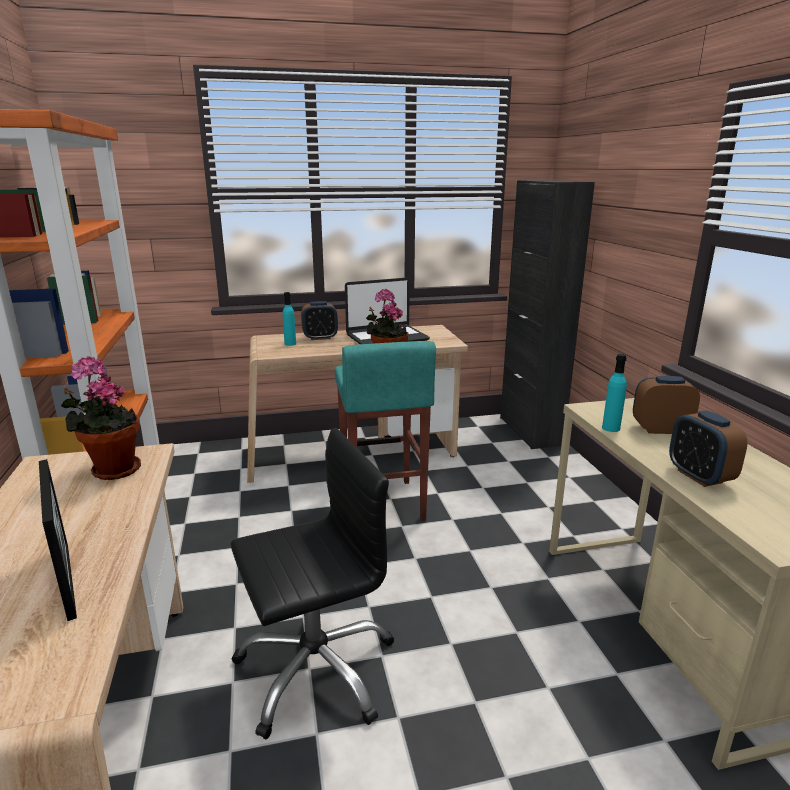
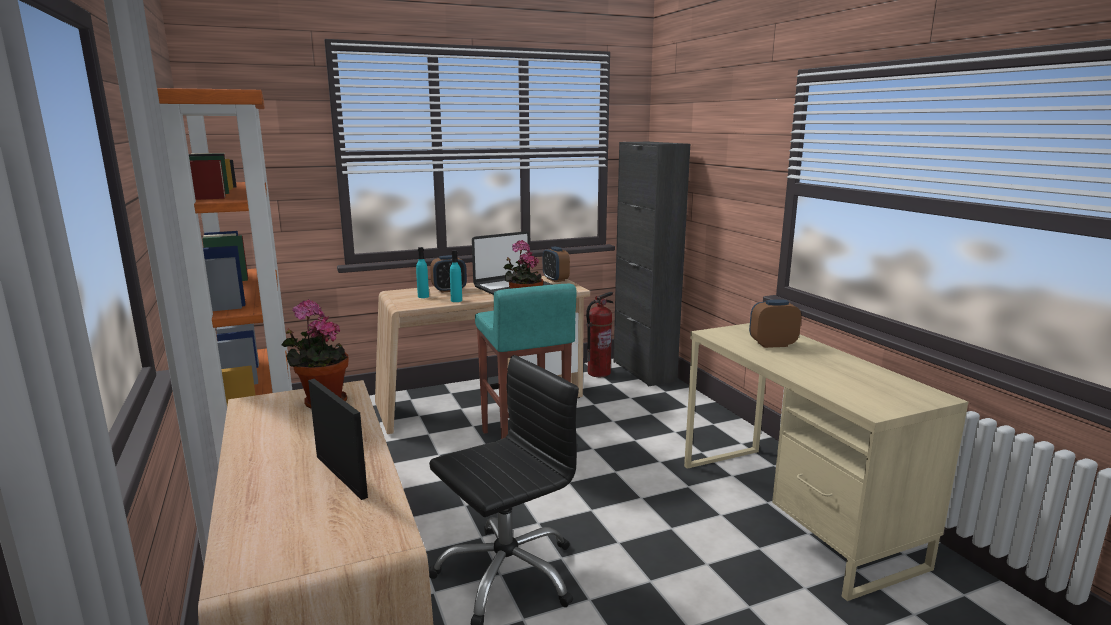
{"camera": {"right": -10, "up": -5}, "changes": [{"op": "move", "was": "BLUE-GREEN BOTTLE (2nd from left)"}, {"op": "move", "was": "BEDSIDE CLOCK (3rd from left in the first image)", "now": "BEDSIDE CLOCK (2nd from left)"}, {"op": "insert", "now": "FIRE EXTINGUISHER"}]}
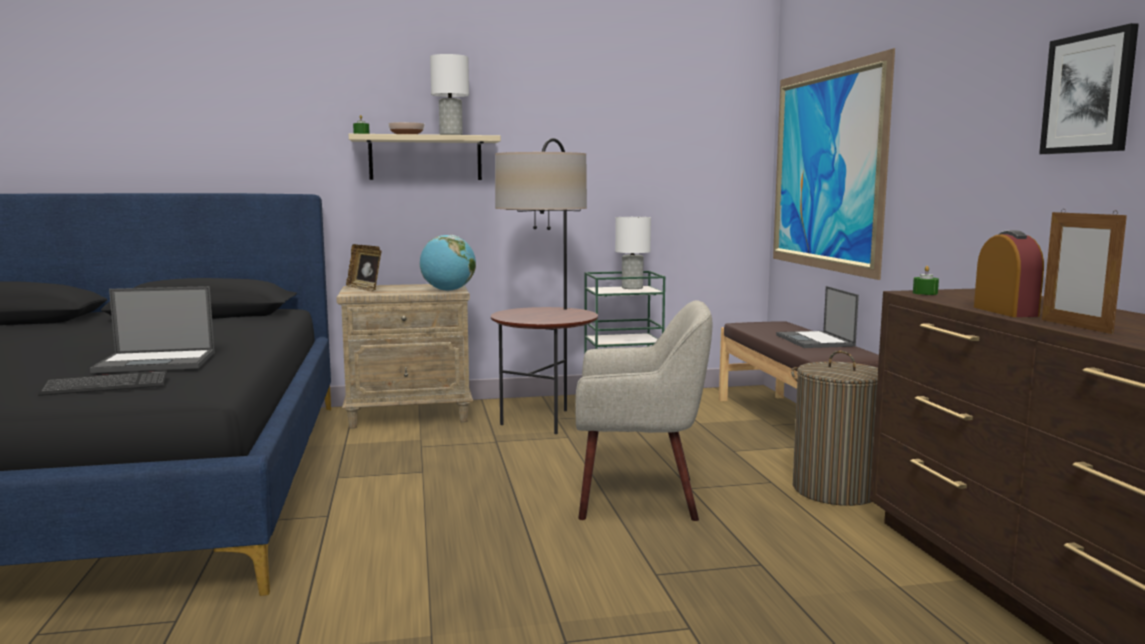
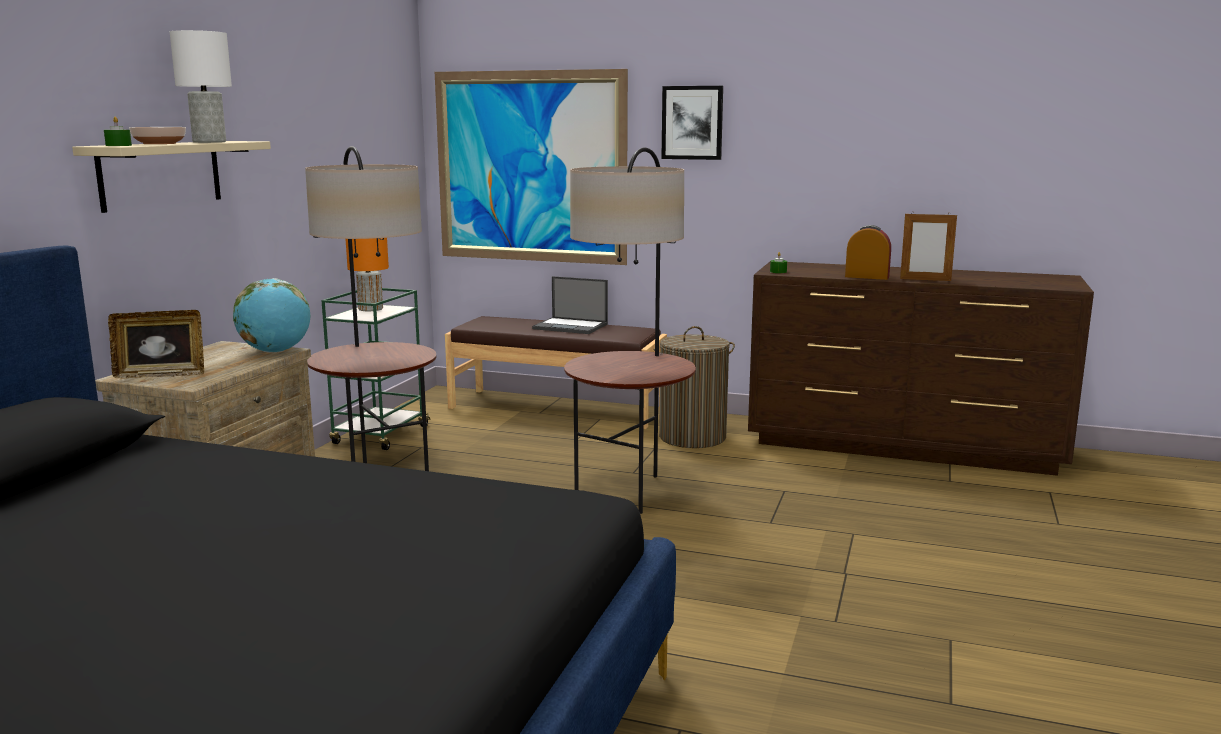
{"camera": {"right": -60, "up": 5}, "changes": [{"op": "delete", "was": "COMPUTER KEYBOARD"}, {"op": "delete", "was": "LAPTOP (1st from left)"}, {"op": "replace", "was": "SAND-COLOURED EASY CHAIR", "now": "STANDING LAMP (2nd from left)"}, {"op": "recolor", "was": "WHITISH TABLE LAMP (2nd from left)", "now": "ORANGE-COLOURED TABLE LAMP"}, {"op": "move", "was": "PICTURE (2nd from left)"}]}
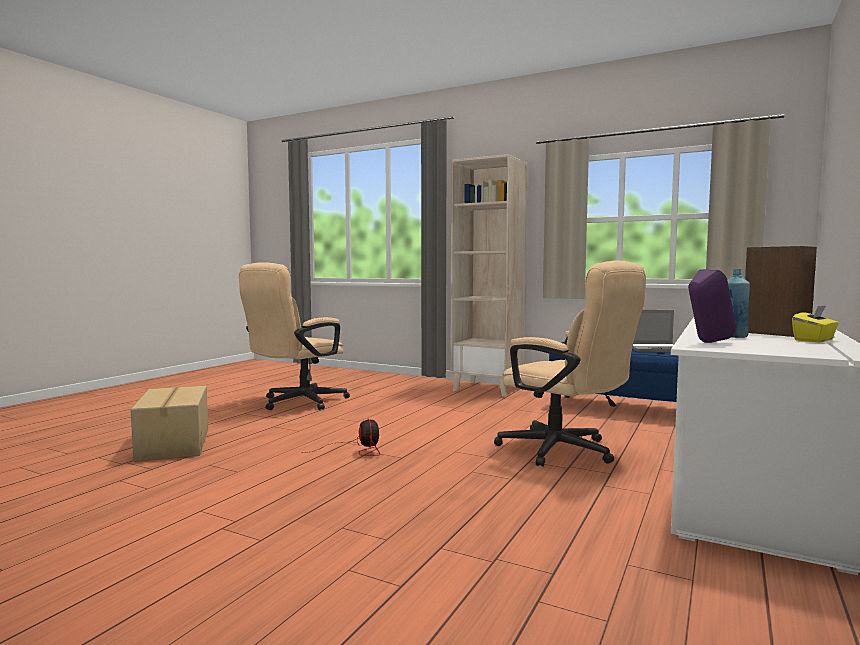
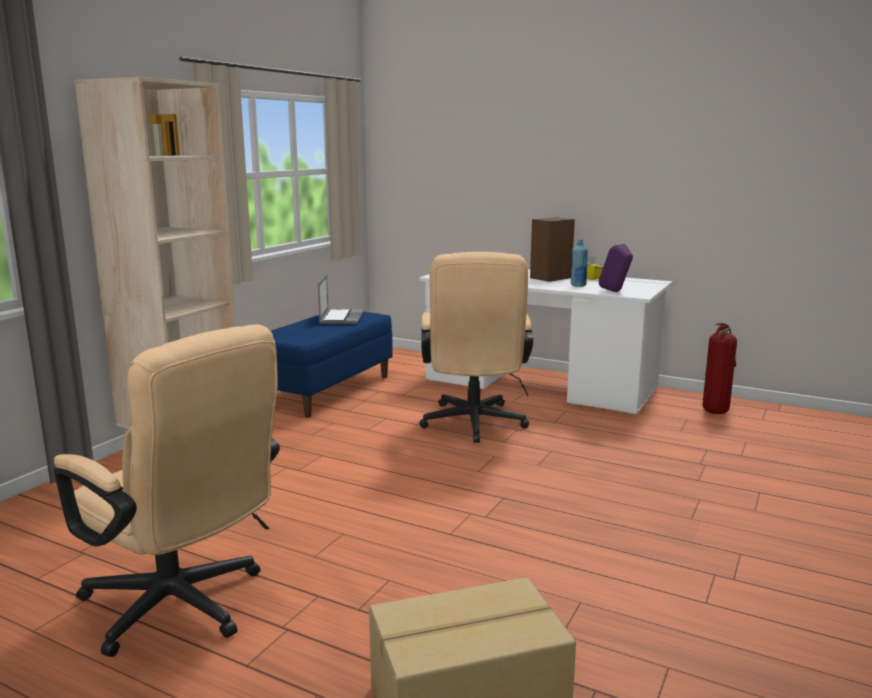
{"camera": {"right": -90, "up": 10}, "changes": [{"op": "delete", "was": "COOLING FAN"}, {"op": "rotate", "was": "SAND-COLOURED DESK CHAIR (2nd from left)", "clockwise": 135}, {"op": "insert", "now": "FIRE EXTINGUISHER"}]}
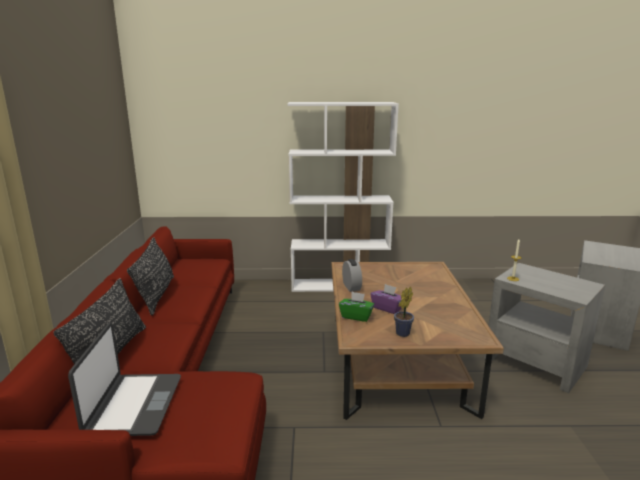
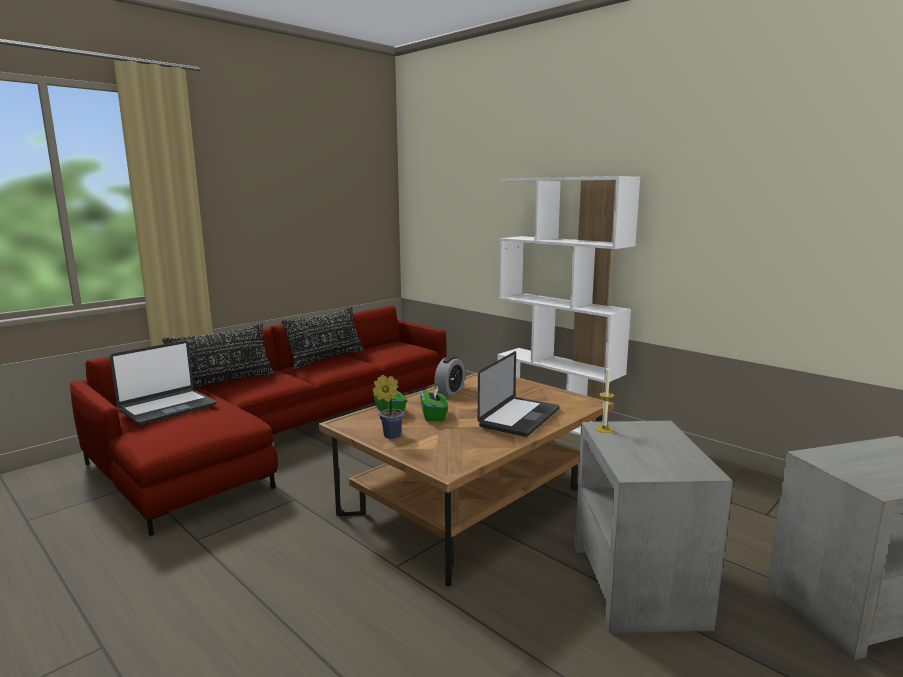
{"camera": {"right": 45, "up": -5}, "changes": [{"op": "recolor", "was": "PURPLE-COLOURED BOX OF TISSUES", "now": "GREEN BOX OF TISSUES (2nd from left)"}, {"op": "insert", "now": "LAPTOP (2nd from left)"}]}
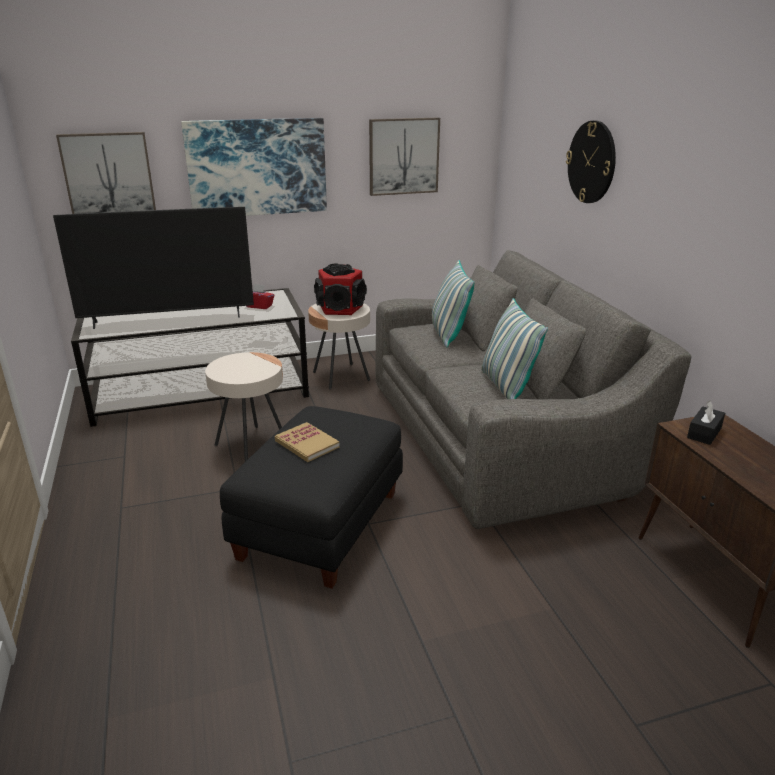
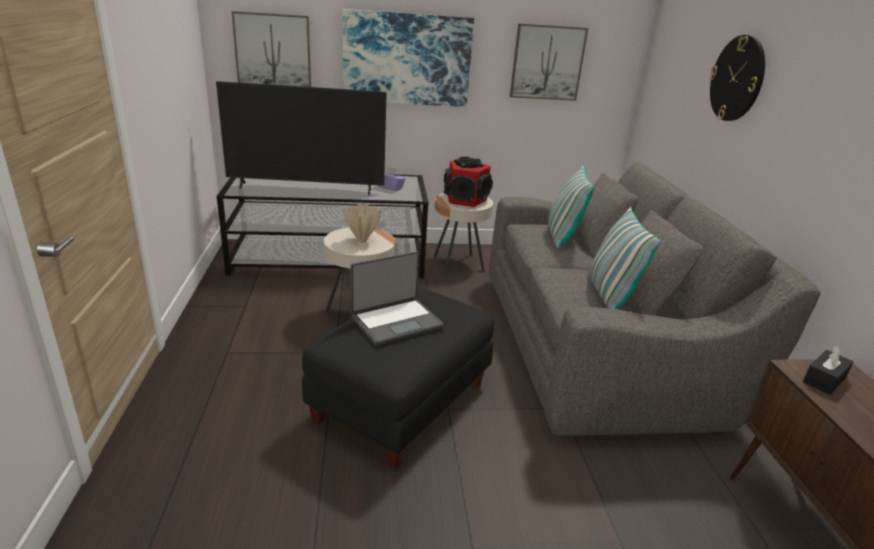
{"camera": {"right": 10, "up": 0}, "changes": [{"op": "recolor", "was": "REDDISH BOX OF TISSUES", "now": "PURPLE-COLOURED BOX OF TISSUES"}, {"op": "replace", "was": "BOUND BOOK", "now": "LAPTOP"}, {"op": "insert", "now": "SAND-COLOURED FLOWER VASE"}]}
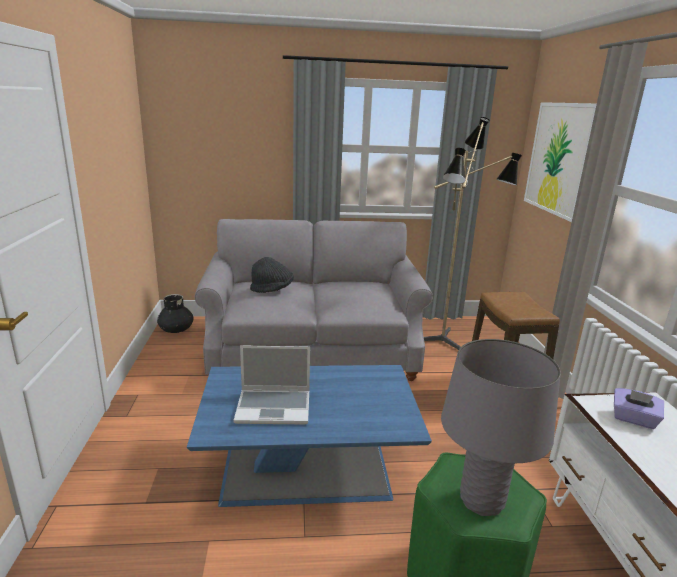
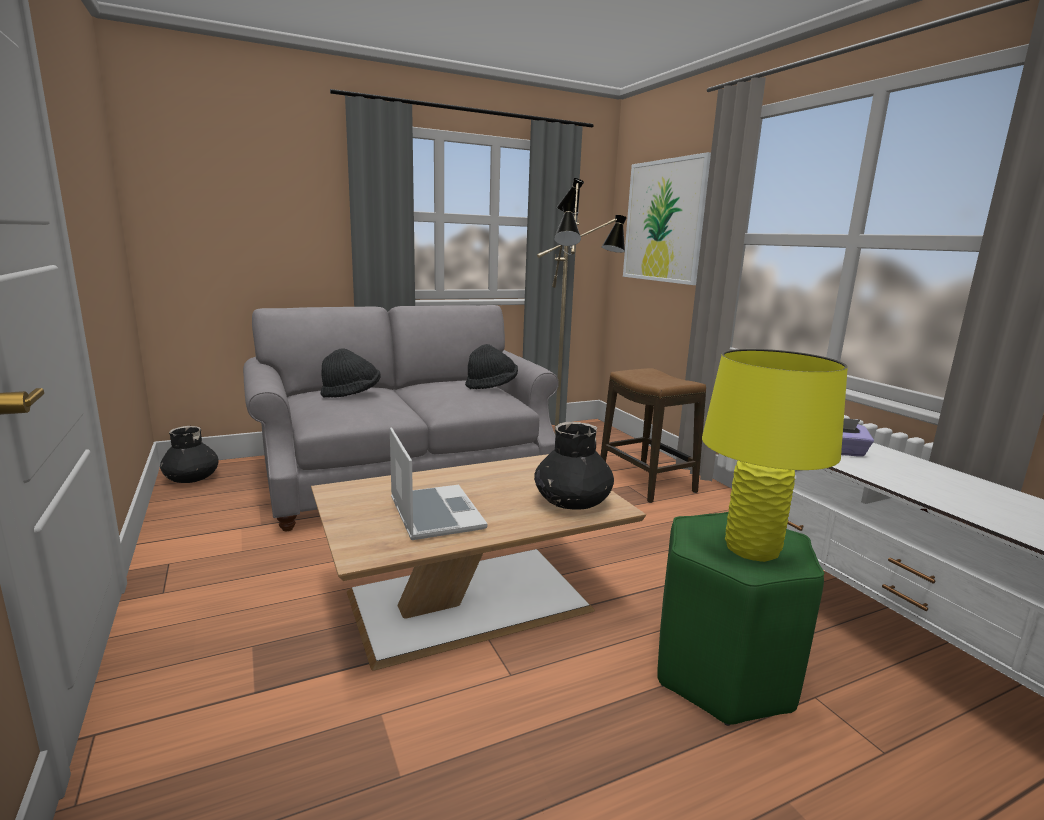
{"camera": {"right": -20, "up": -5}, "changes": [{"op": "recolor", "was": "BLUE-COLOURED LOW TABLE", "now": "BROWNISH LOW TABLE"}, {"op": "rotate", "was": "LAPTOP", "clockwise": -90}, {"op": "recolor", "was": "GREYISH TABLE LAMP", "now": "YELLOW TABLE LAMP"}, {"op": "insert", "now": "BLACKISH CLOTHING HAT (2nd from left)"}, {"op": "insert", "now": "BLACKISH FLOWER VASE (2nd from left)"}]}
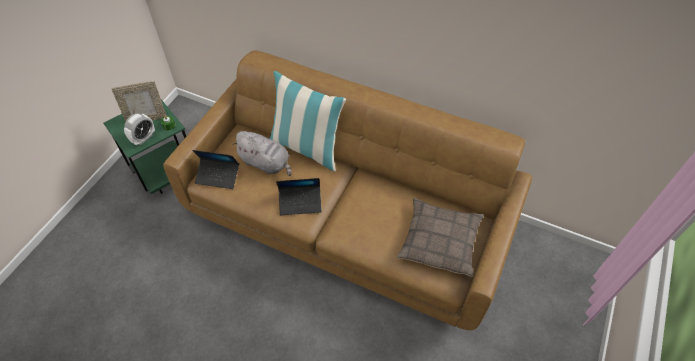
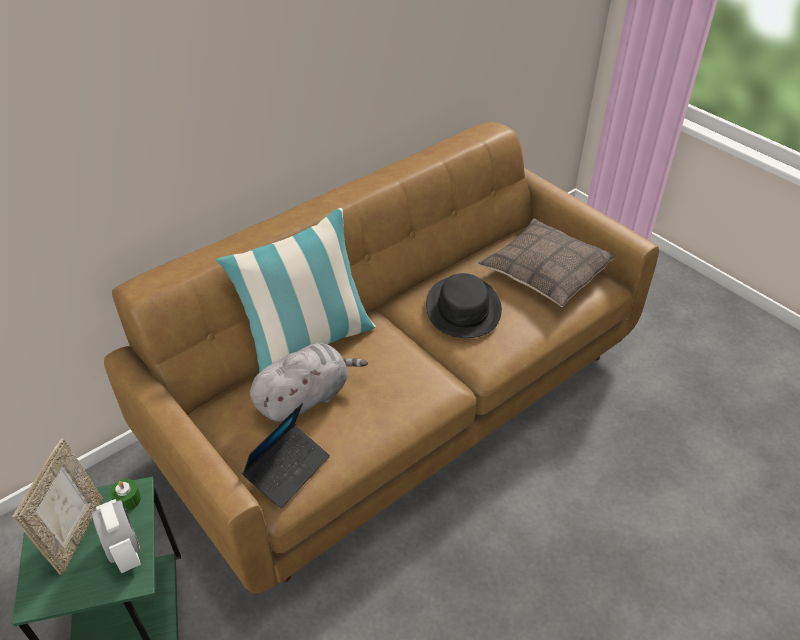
{"camera": {"right": -65, "up": -10}, "changes": [{"op": "delete", "was": "LAPTOP (2nd from left)"}, {"op": "insert", "now": "BLACKISH CLOTHING HAT"}]}
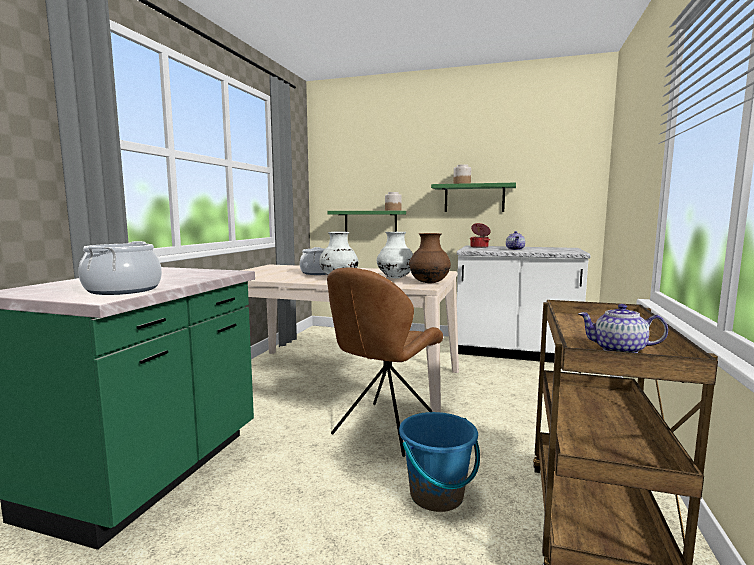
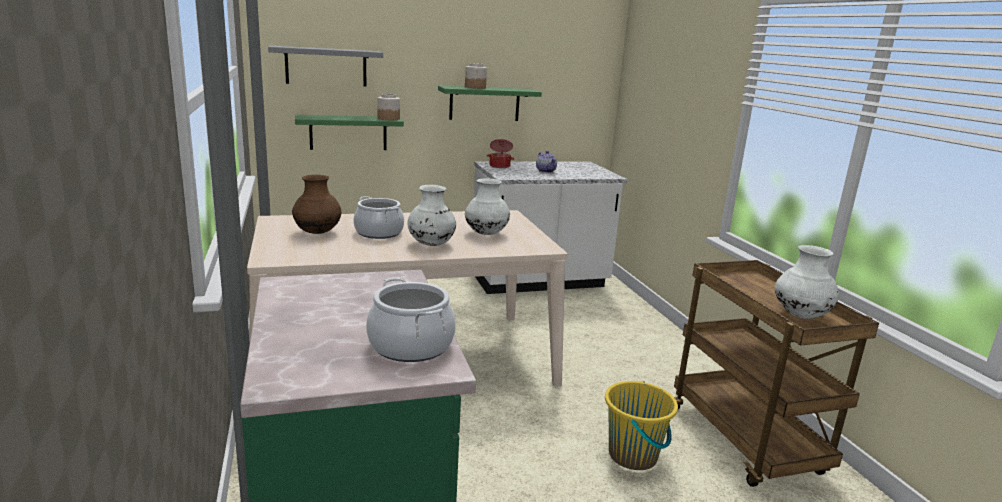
{"camera": {"right": -35, "up": 10}, "changes": [{"op": "delete", "was": "BROWNISH CHAIR"}, {"op": "recolor", "was": "BLUE-COLOURED PAIL", "now": "YELLOW PAIL"}, {"op": "move", "was": "BROWNISH FLOWER VASE"}, {"op": "replace", "was": "TEA POT (2nd from left)", "now": "WHITISH FLOWER VASE (3rd from left)"}, {"op": "insert", "now": "GREYISH BRACKET SHELF"}]}
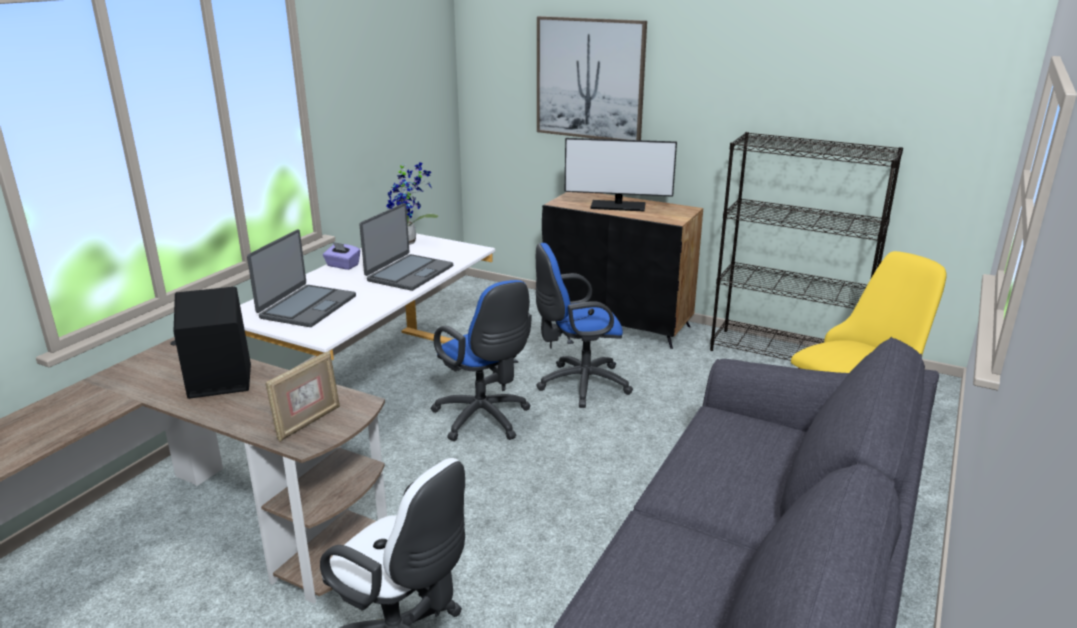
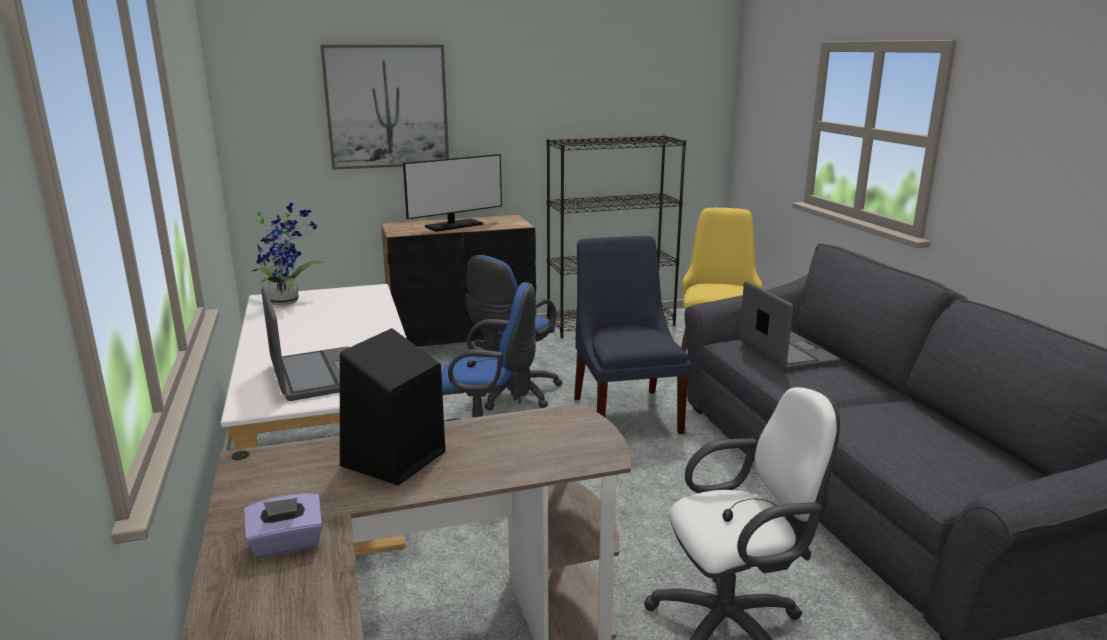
{"camera": {"right": -45, "up": -5}, "changes": [{"op": "delete", "was": "PHOTO FRAME"}, {"op": "move", "was": "PURPLE-COLOURED BOX OF TISSUES"}, {"op": "move", "was": "LAPTOP (2nd from left)"}, {"op": "insert", "now": "BLUE-COLOURED CHAIR"}]}
